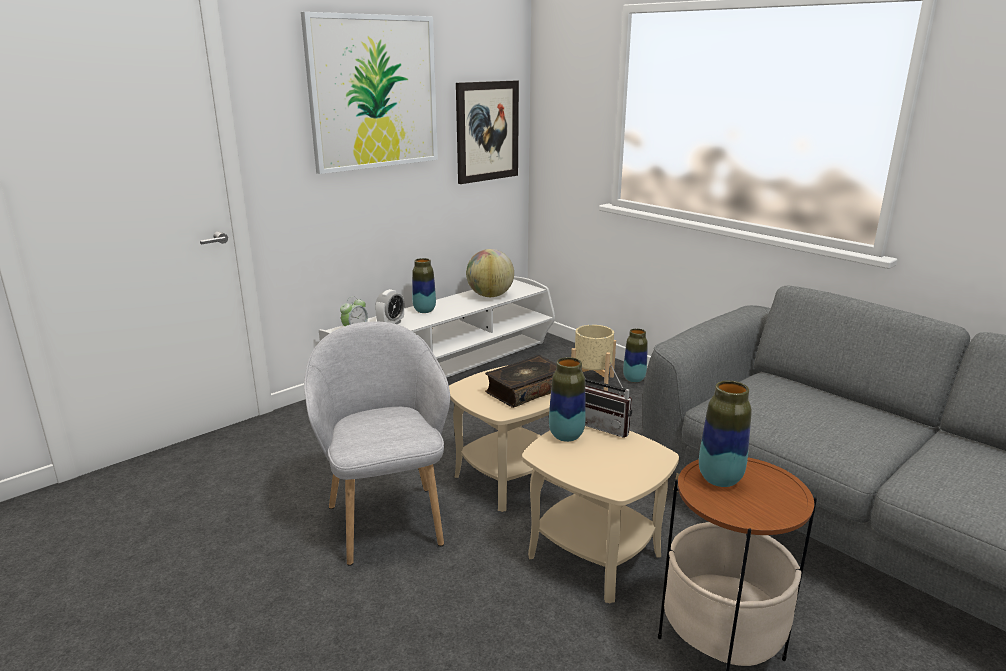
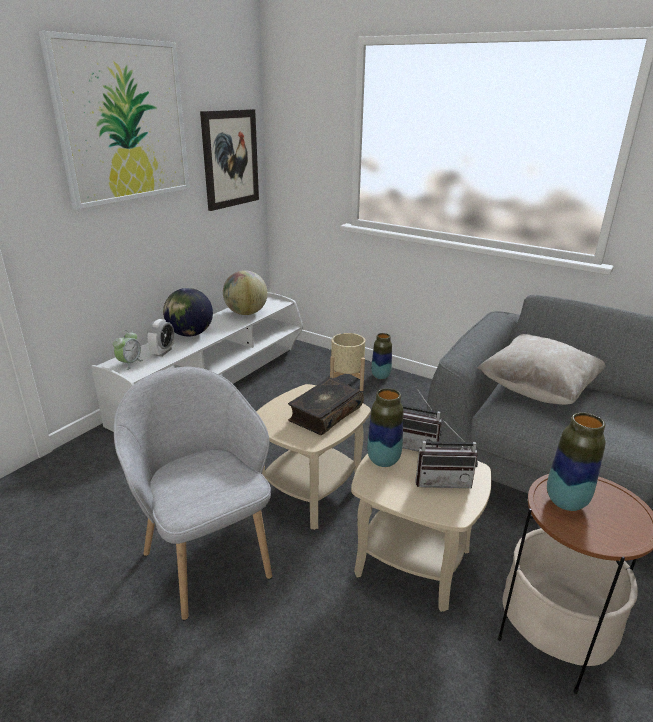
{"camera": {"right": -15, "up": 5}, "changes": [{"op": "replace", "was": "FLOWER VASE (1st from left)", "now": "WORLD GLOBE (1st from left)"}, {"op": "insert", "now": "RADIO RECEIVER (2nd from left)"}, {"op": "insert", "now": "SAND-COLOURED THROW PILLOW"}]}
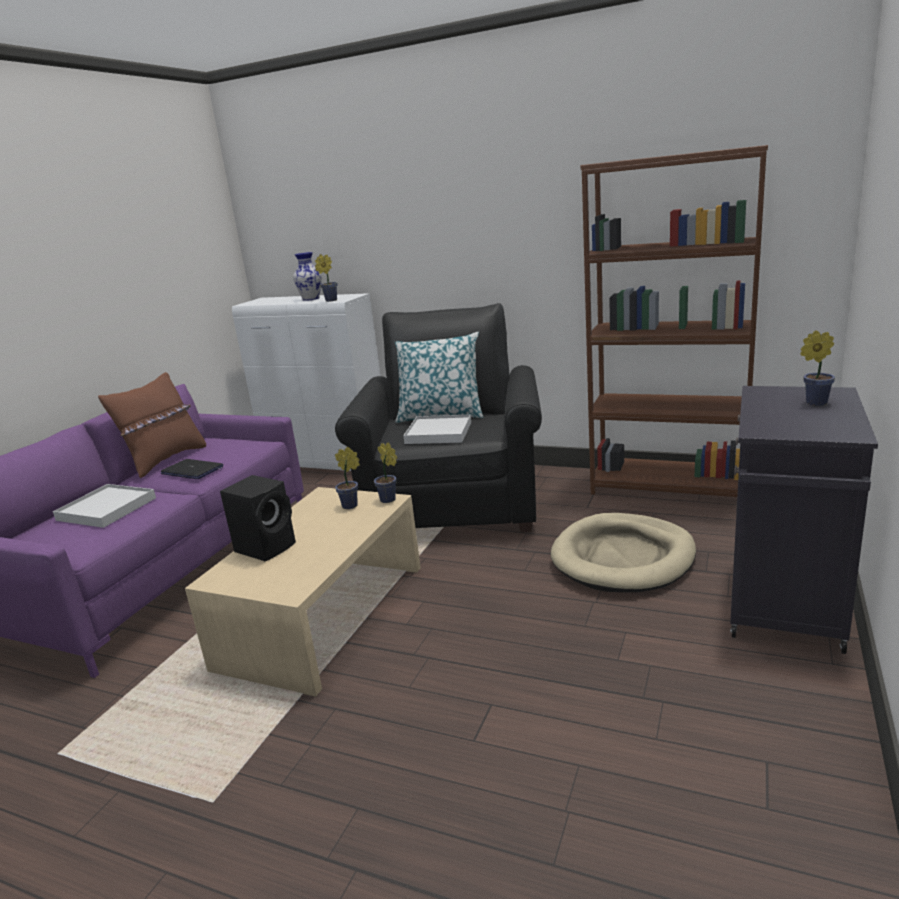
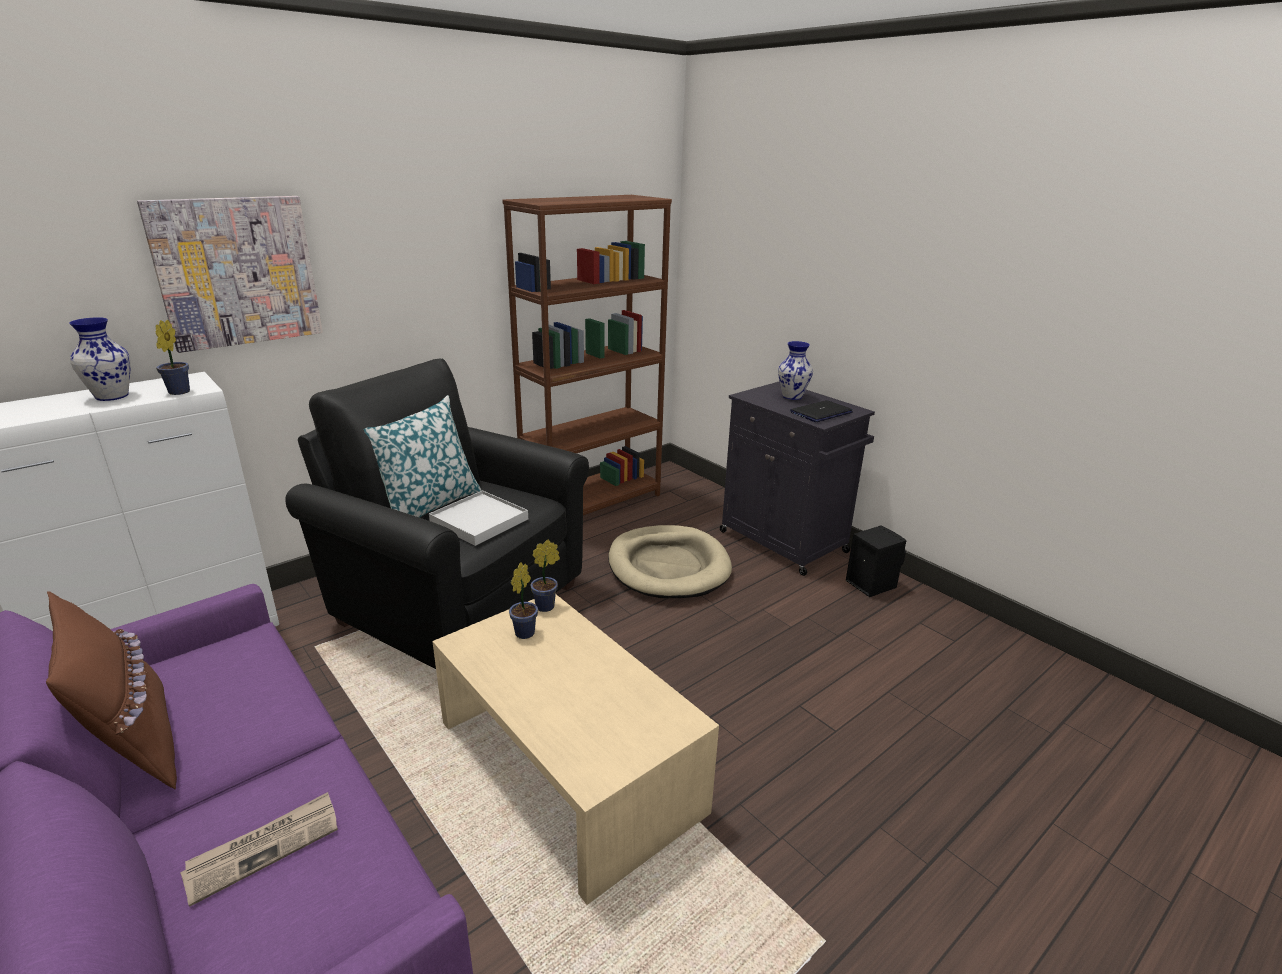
{"camera": {"right": -65, "up": 5}, "changes": [{"op": "replace", "was": "WHITISH SERVING TRAY (1st from left)", "now": "PRINTED PAPER"}, {"op": "move", "was": "LAPTOP"}, {"op": "move", "was": "BLACKISH SPEAKER"}, {"op": "replace", "was": "HOUSEPLANT (4th from left)", "now": "FLOWER VASE (2nd from left)"}, {"op": "insert", "now": "PICTURE"}]}
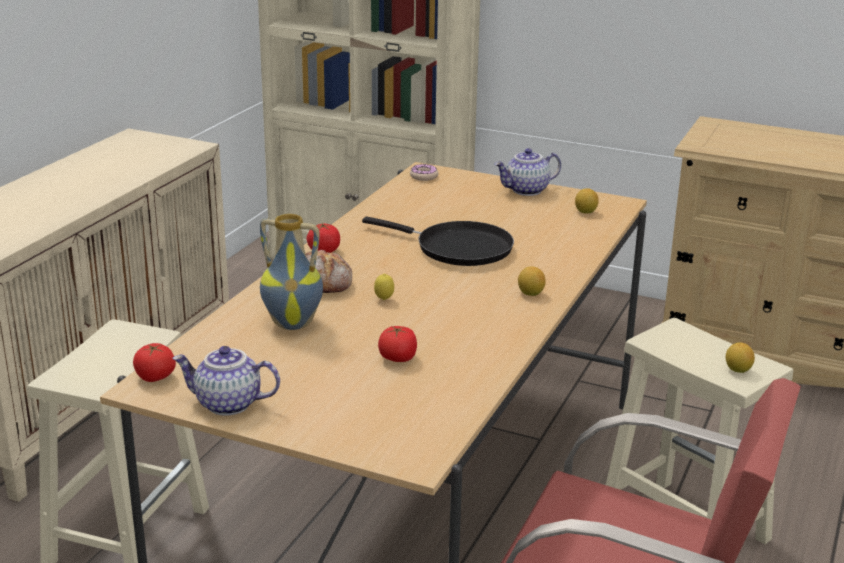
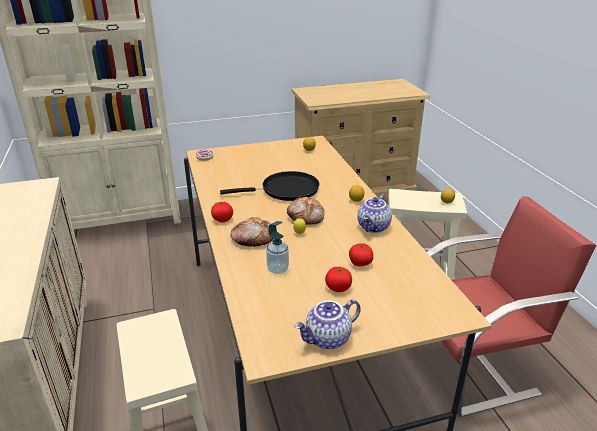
{"camera": {"right": -40, "up": 5}, "changes": [{"op": "move", "was": "FRESH TOMATO (1st from left in the first image)", "now": "FRESH TOMATO (2nd from left)"}, {"op": "replace", "was": "FLOWER VASE", "now": "LIQUID SOAP BOTTLE"}, {"op": "move", "was": "TEA POT (2nd from left)"}, {"op": "insert", "now": "BAKERY BREAD (2nd from left)"}]}
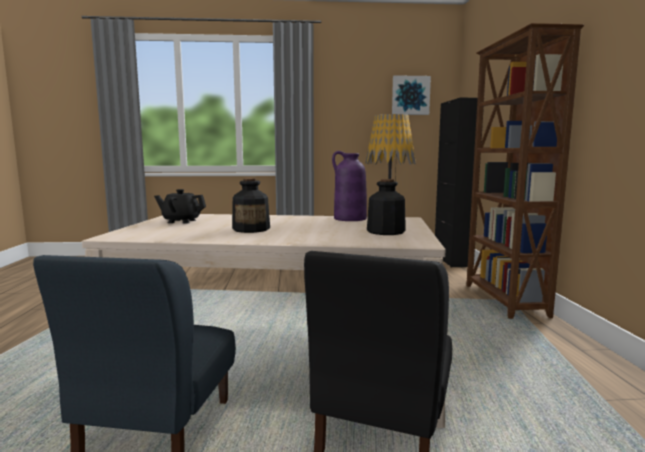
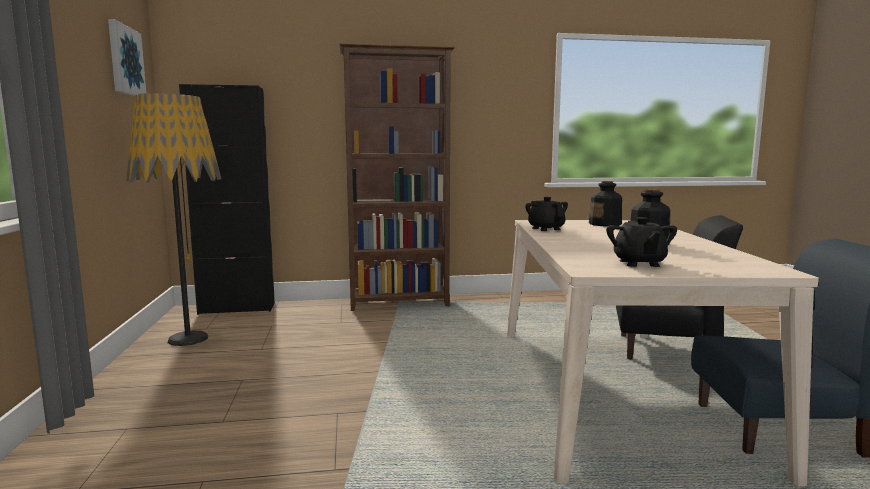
{"camera": {"right": -95, "up": 0}, "changes": [{"op": "replace", "was": "PURPLE-COLOURED FLOWER VASE", "now": "BLACKISH TEA POT (1st from left)"}]}
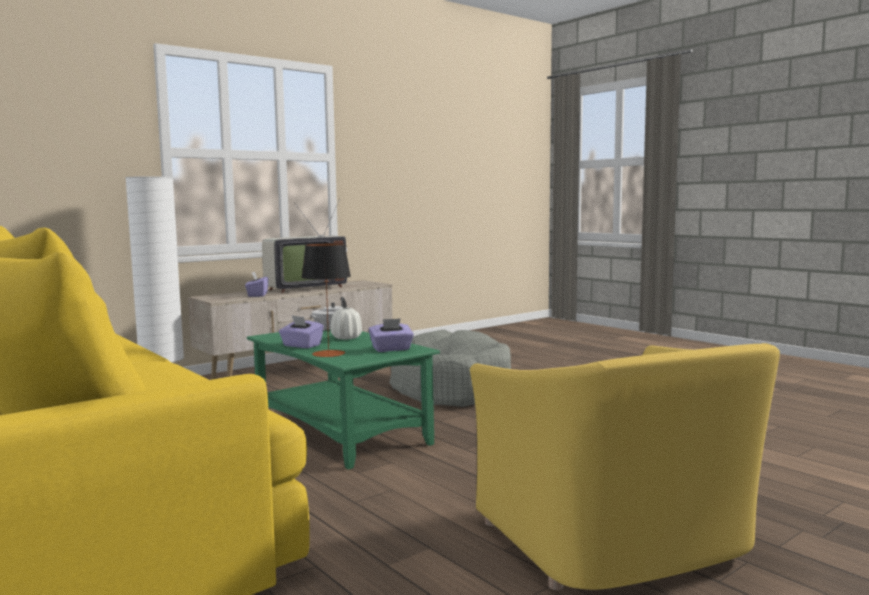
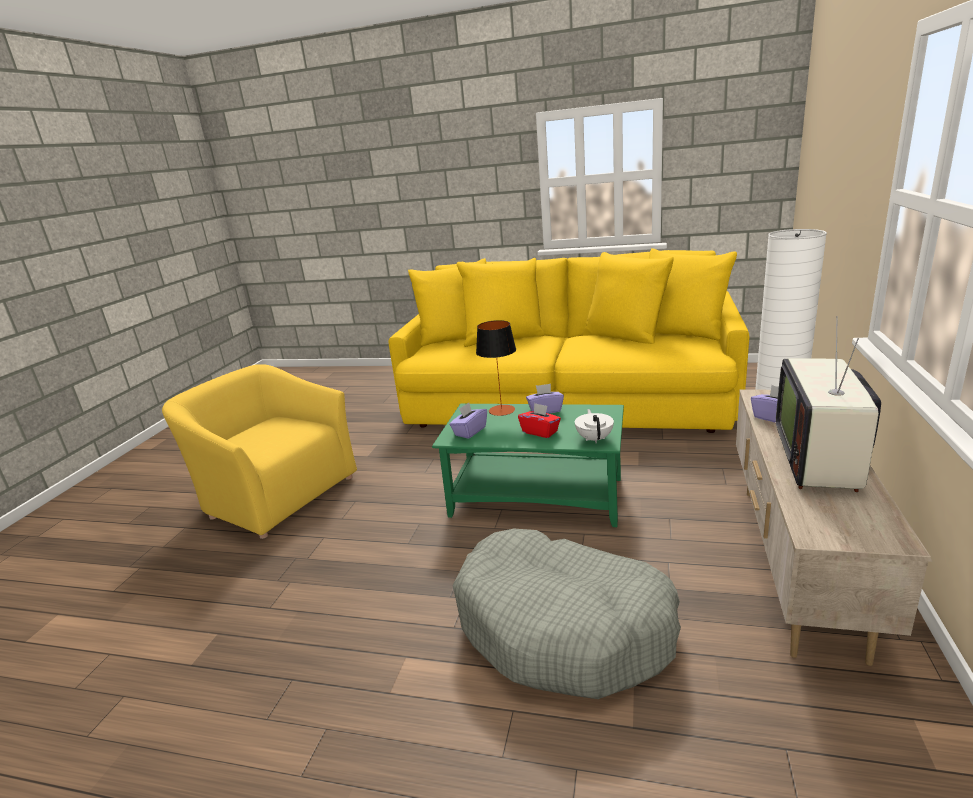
{"camera": {"right": 145, "up": 15}, "changes": [{"op": "replace", "was": "WHITISH FLOWER VASE", "now": "REDDISH BOX OF TISSUES"}]}
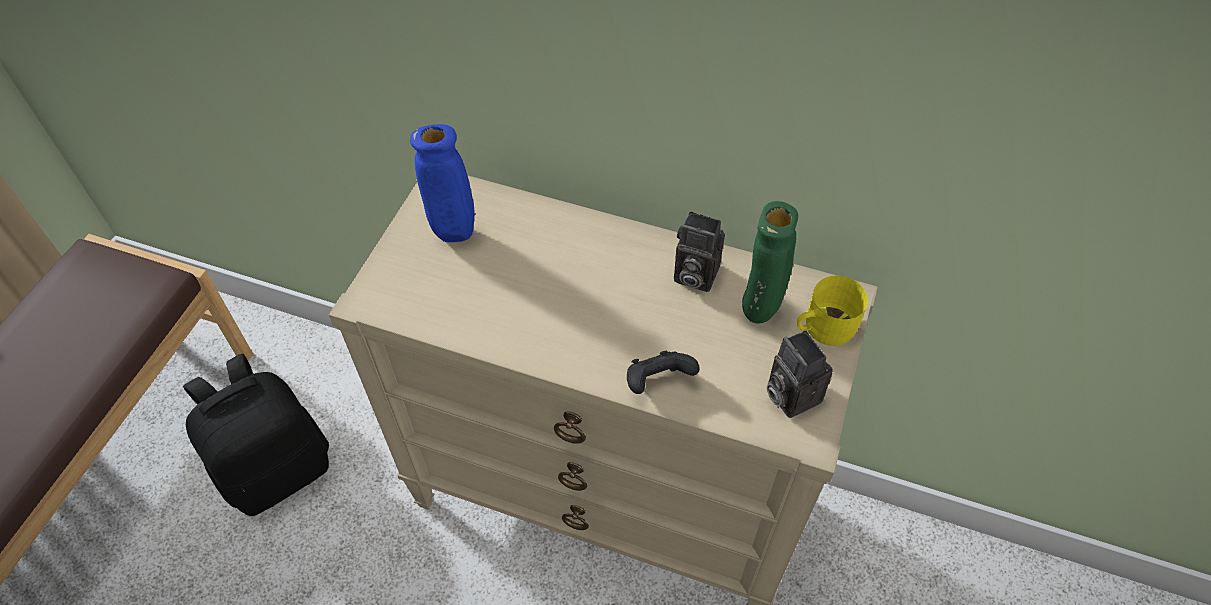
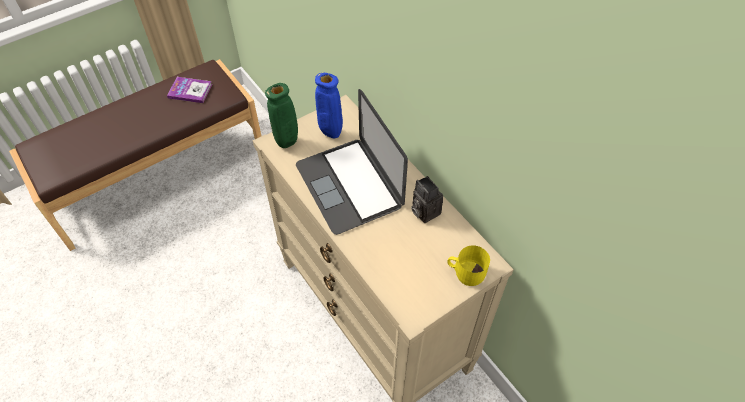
{"camera": {"right": 35, "up": 0}, "changes": [{"op": "delete", "was": "BLACKISH KNAPSACK"}, {"op": "delete", "was": "BLACKISH GAME CONTROLLER"}, {"op": "move", "was": "GREEN FLOWER VASE"}, {"op": "delete", "was": "PHOTO CAMERA (2nd from left)"}, {"op": "insert", "now": "BOUND BOOK"}, {"op": "insert", "now": "LAPTOP"}]}
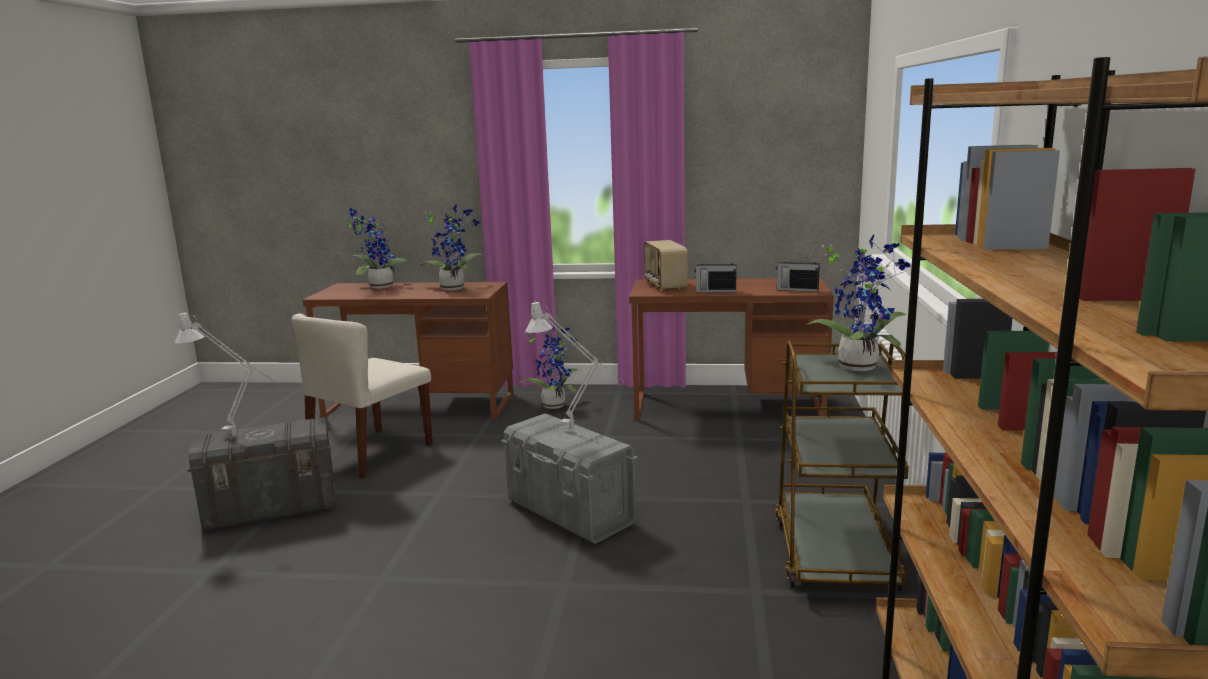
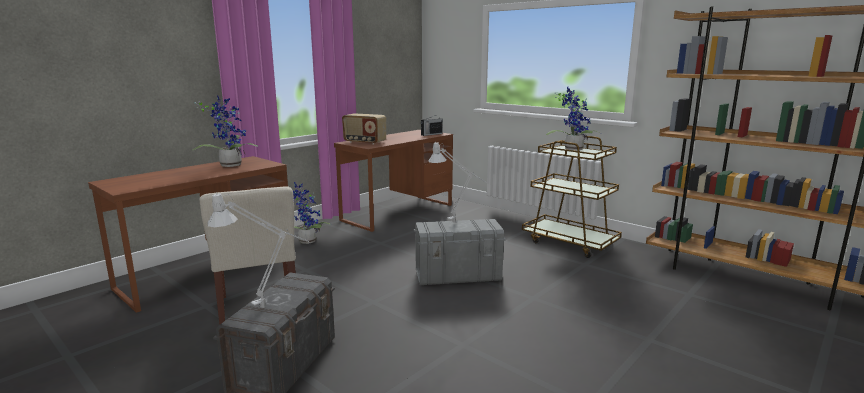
{"camera": {"right": -55, "up": 0}, "changes": [{"op": "delete", "was": "HOUSEPLANT (1st from left)"}, {"op": "delete", "was": "RADIO RECEIVER (2nd from left)"}]}
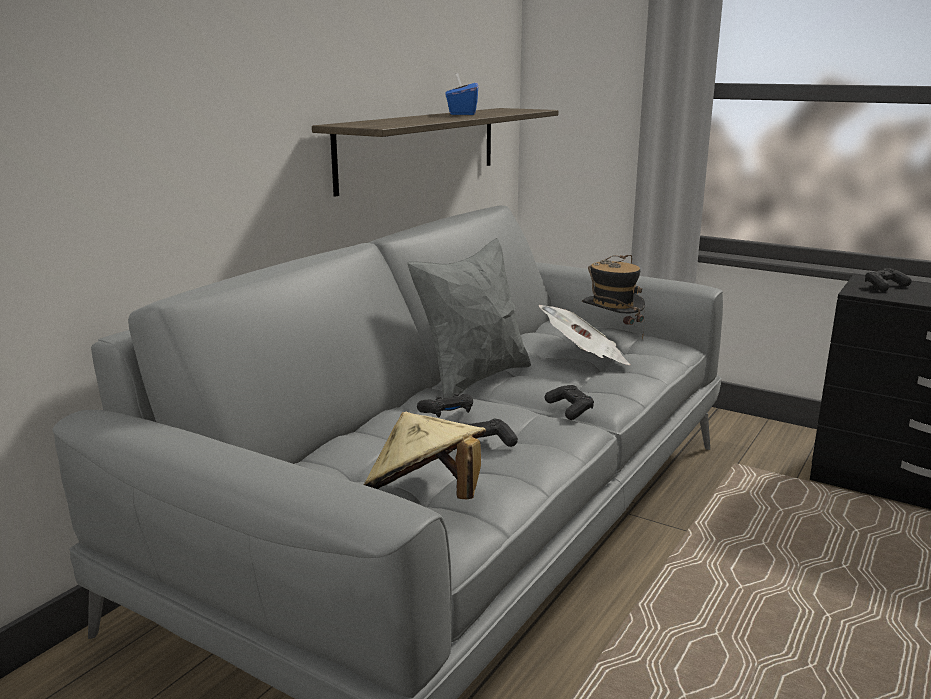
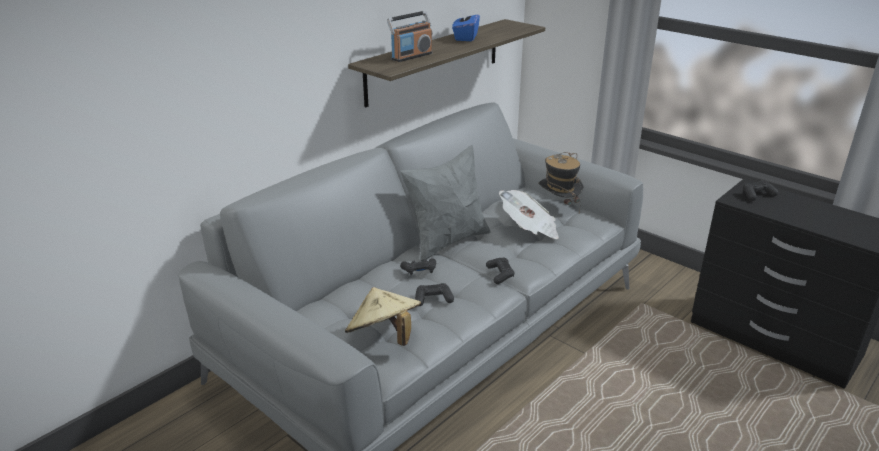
{"camera": {"right": 10, "up": 10}, "changes": [{"op": "insert", "now": "RADIO RECEIVER"}]}
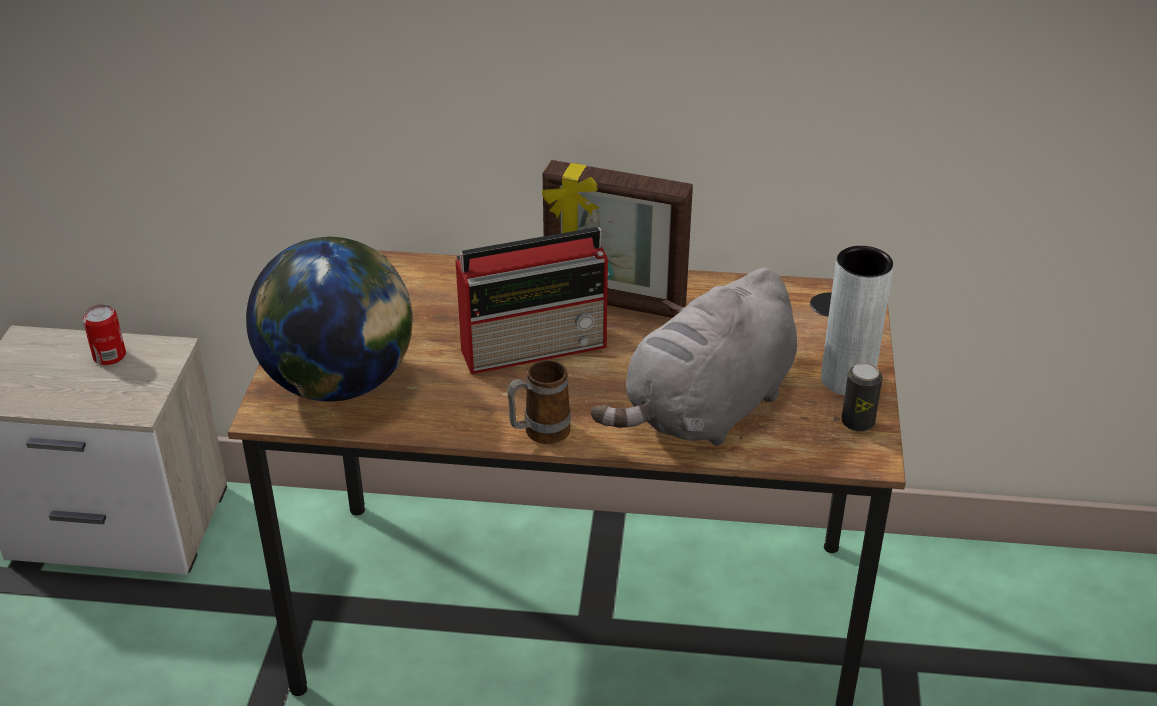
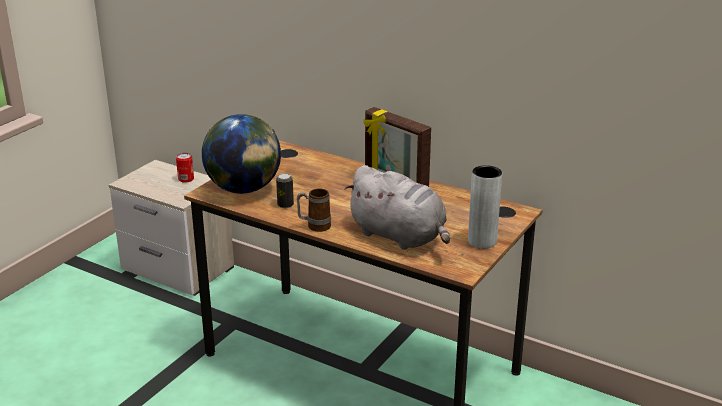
{"camera": {"right": 25, "up": -10}, "changes": [{"op": "delete", "was": "RADIO RECEIVER"}, {"op": "rotate", "was": "GREYISH PLUSH TOY", "clockwise": -120}, {"op": "move", "was": "METAL CAN (2nd from left)"}]}
